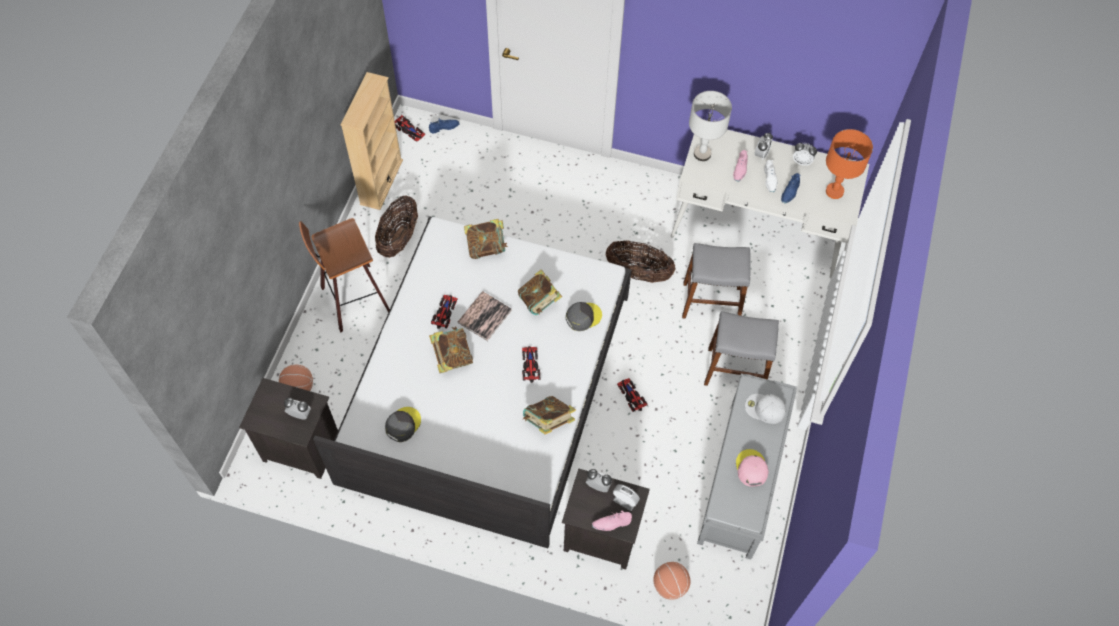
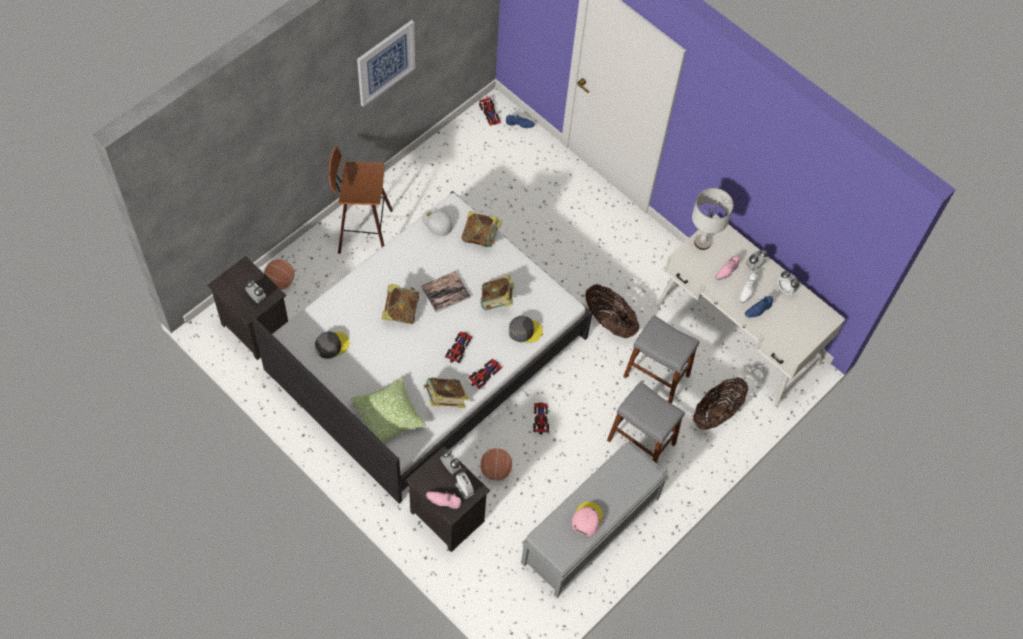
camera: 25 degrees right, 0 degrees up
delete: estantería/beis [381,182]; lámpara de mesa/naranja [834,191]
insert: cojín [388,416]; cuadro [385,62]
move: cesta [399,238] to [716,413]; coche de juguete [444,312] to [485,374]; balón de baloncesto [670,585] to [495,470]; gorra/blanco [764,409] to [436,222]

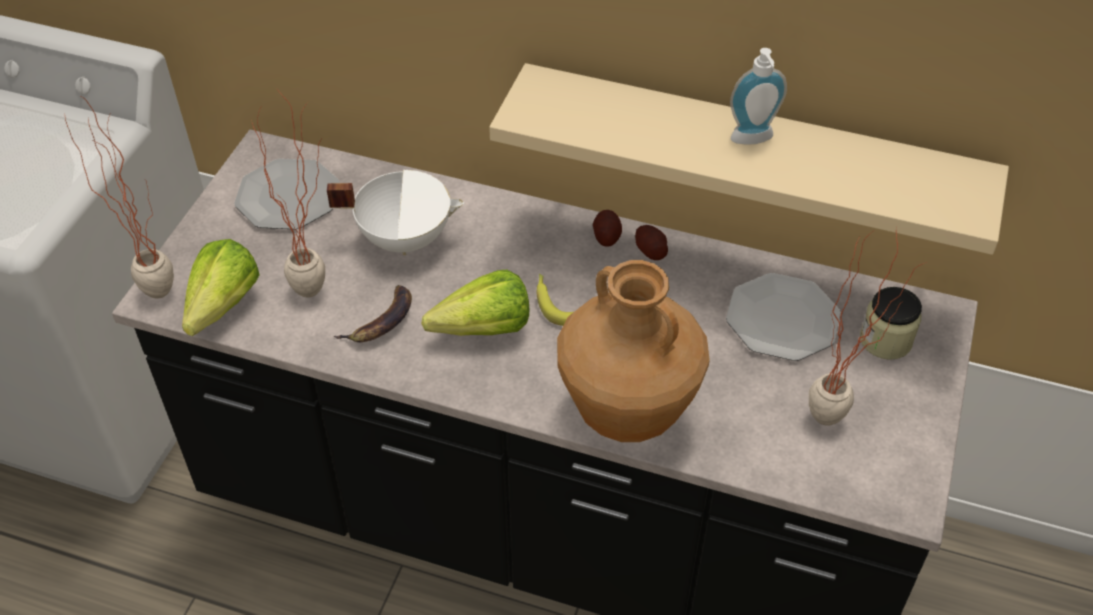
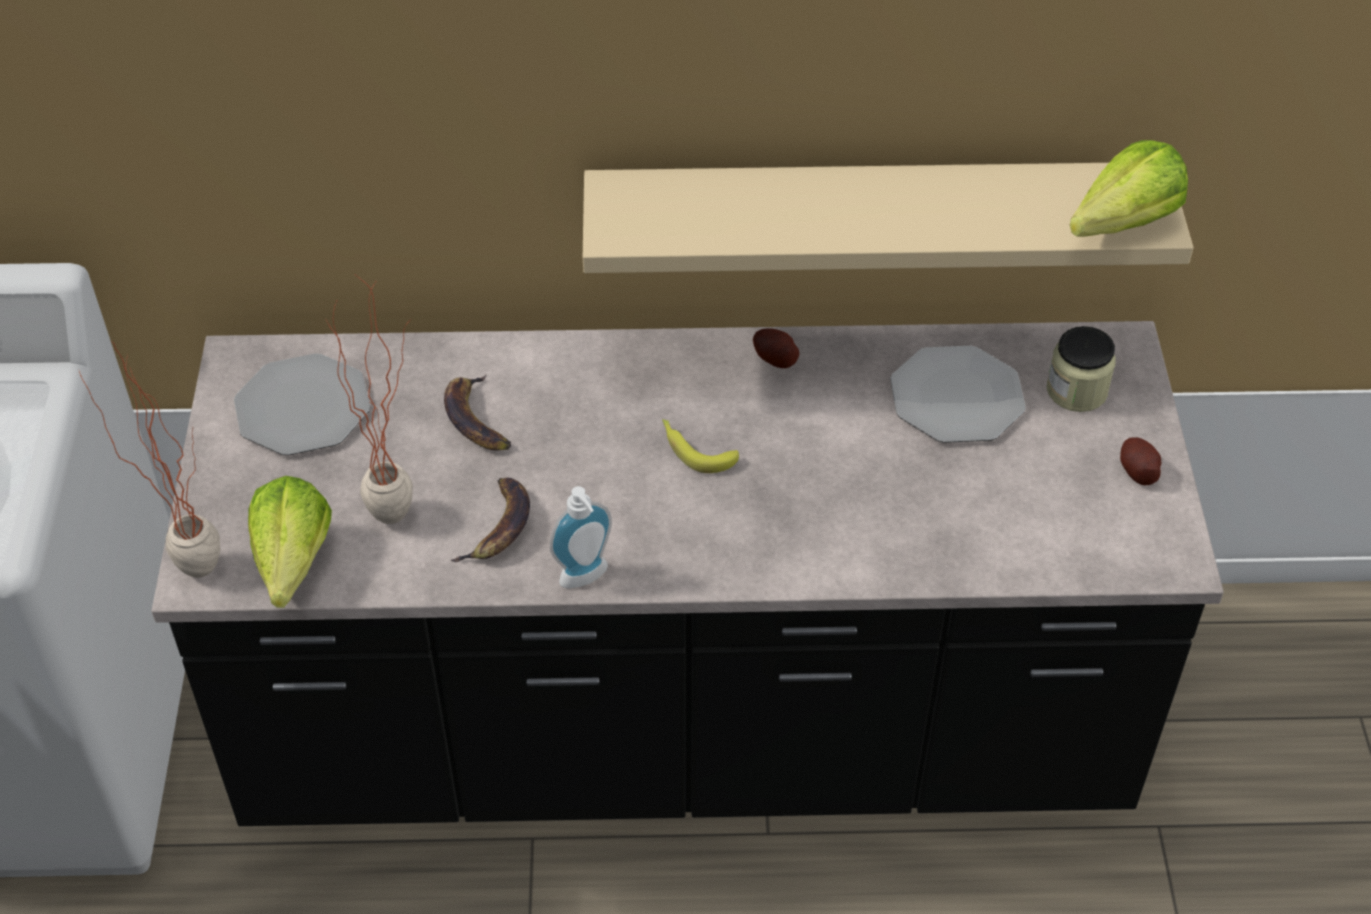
camera: 20 degrees left, 0 degrees up
delete: florero/marrón [626,413]; planta en maceta [838,423]
move: lechuga [475,330] to [1113,228]; patata [606,236] to [1137,471]; dispensador de jabón [753,141] to [586,579]
replace: olla/blanco [404,237] to plátano [476,419]

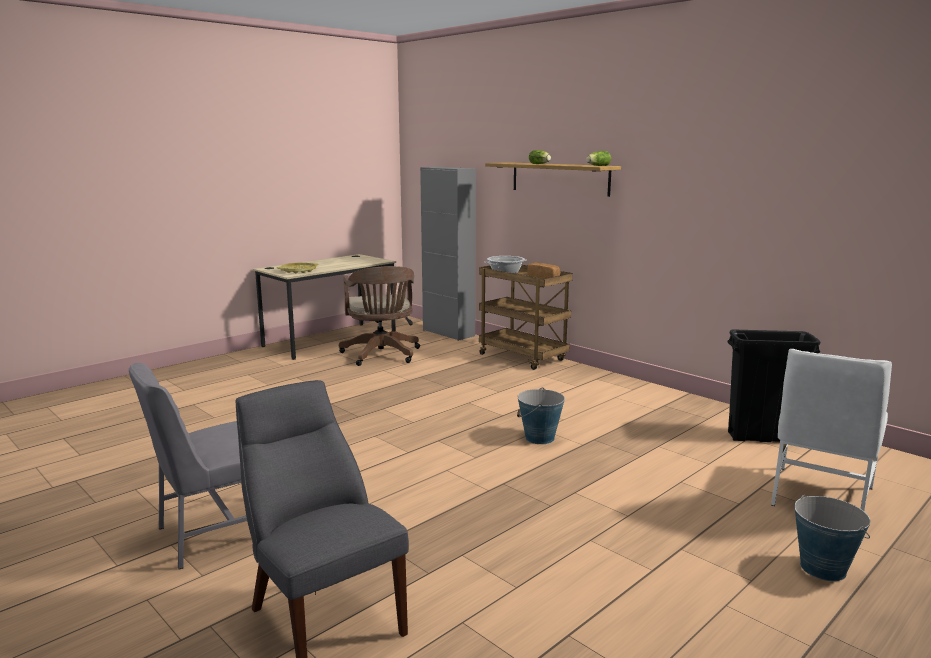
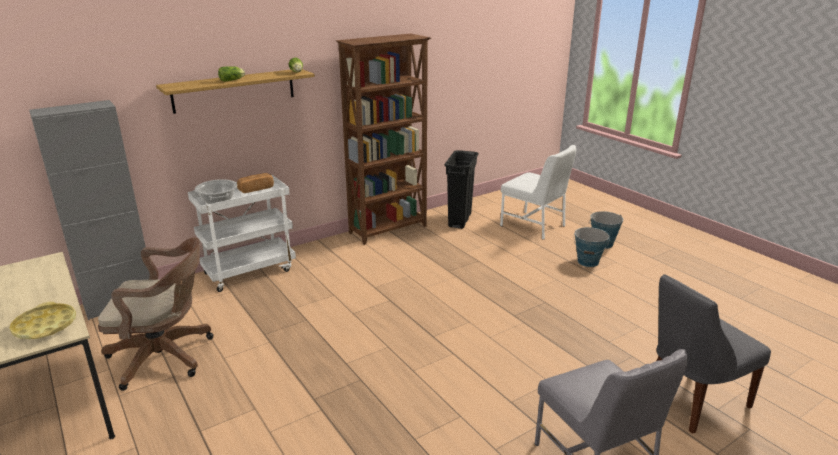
camera: 80 degrees left, 10 degrees up
insert: estantería/marrón [389,230]
move: cubo [539,438] to [588,262]
recolor: carrito/marrón [524,357] to carrito/blanco [250,271]

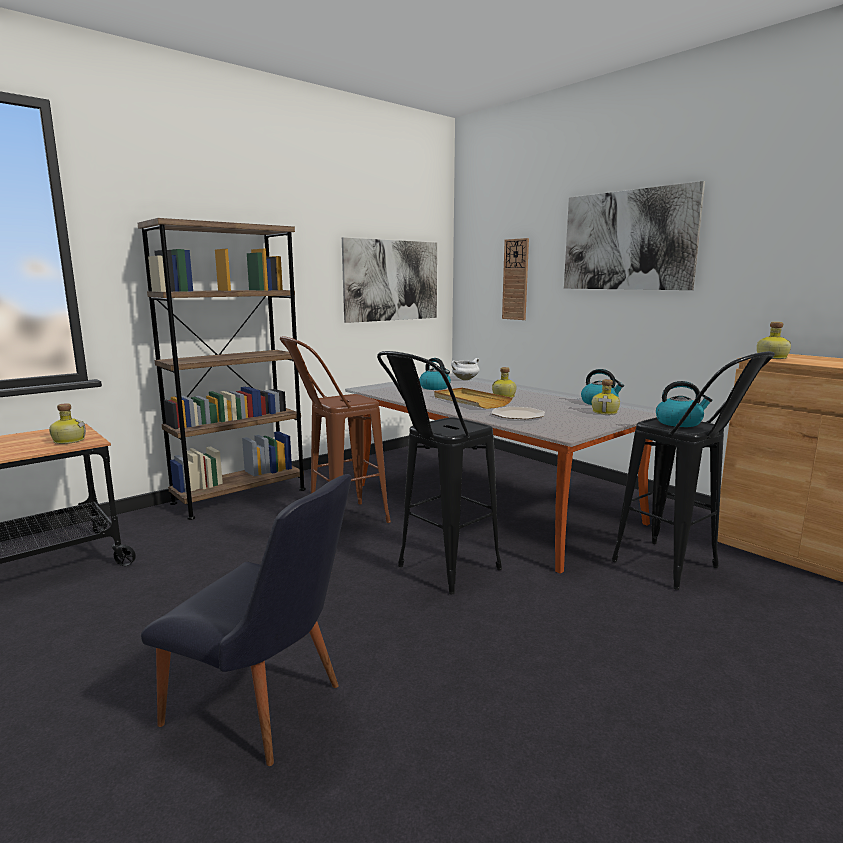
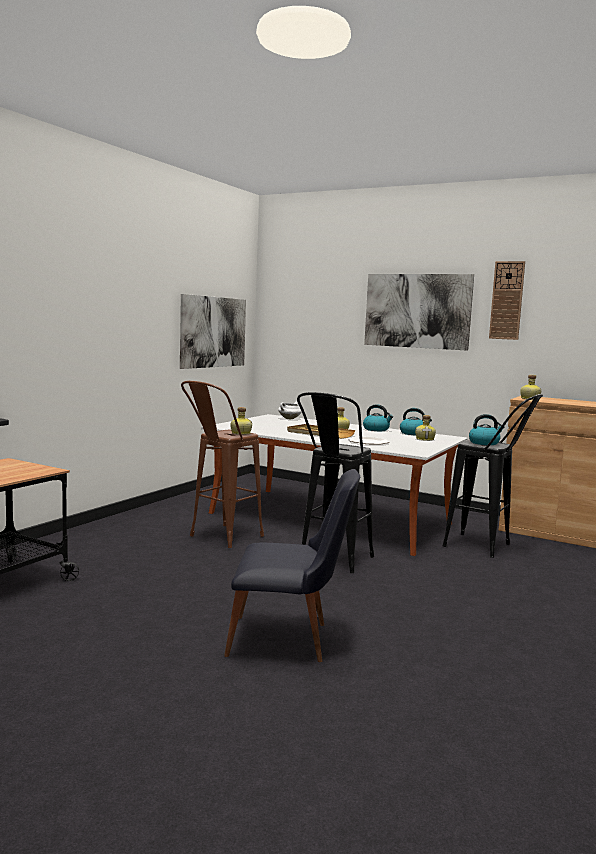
camera: 20 degrees left, 5 degrees down
delete: estantería/marrón [240,496]
move: botella [68,440] to [240,433]; hervidor [435,387] to [376,429]; reloj de pared [515,279] to [507,300]

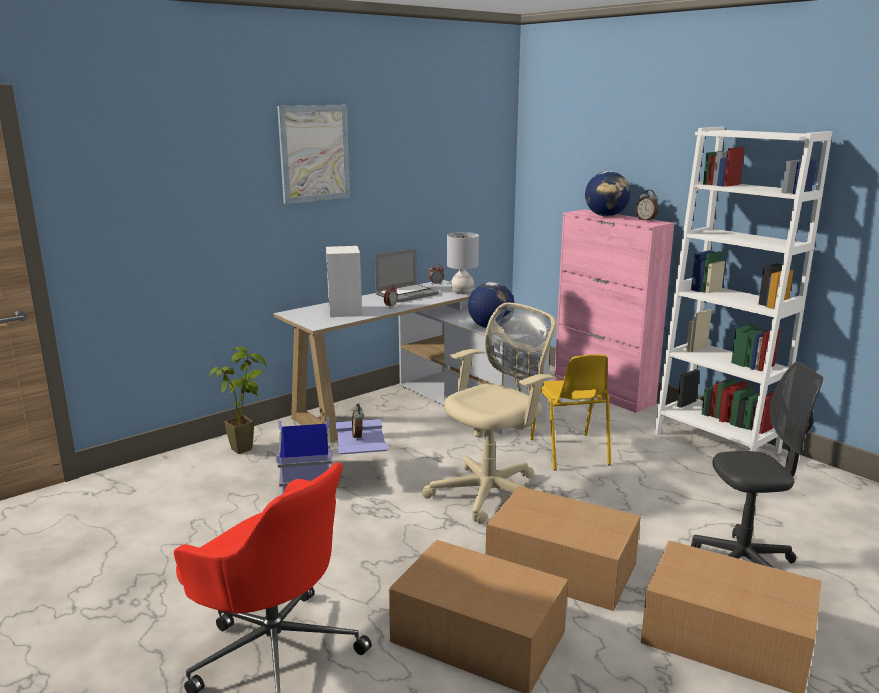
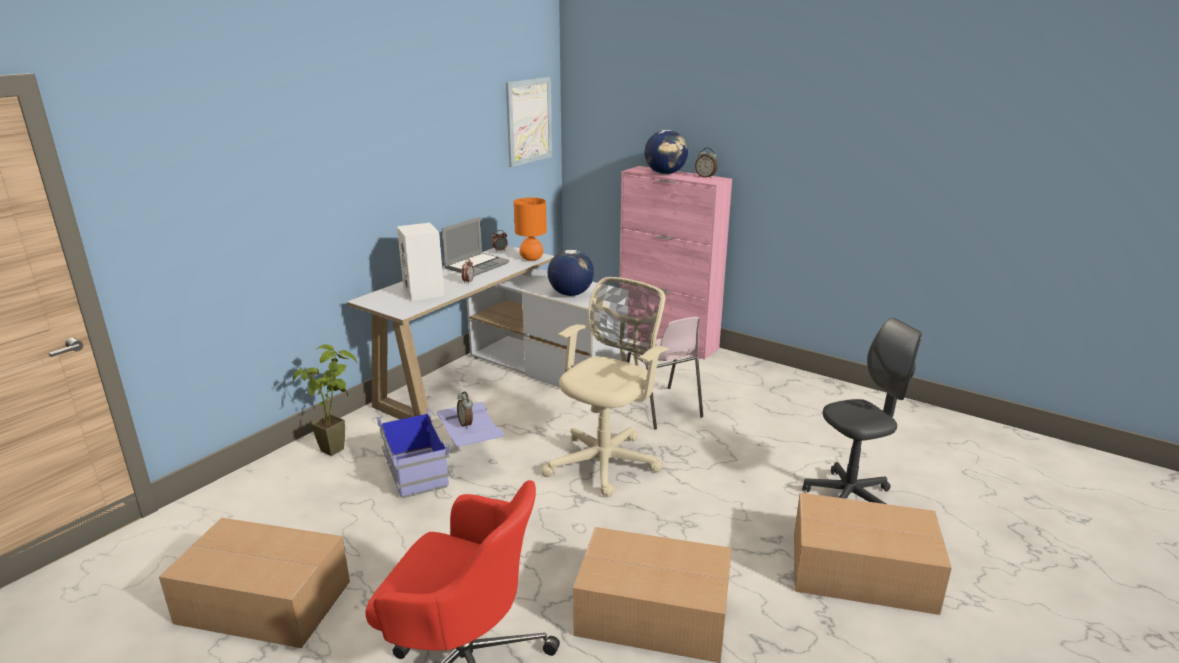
camera: 15 degrees left, 5 degrees up
delete: estantería/blanco [716,442]
move: cuadro [314,153] to [529,121]; caja de cartón [559,566] to [263,600]
recolor: lámpara de mesa/gris [462,292] to lámpara de mesa/naranja [531,258]; silla/amarillo [569,452] to silla/rosa [661,408]

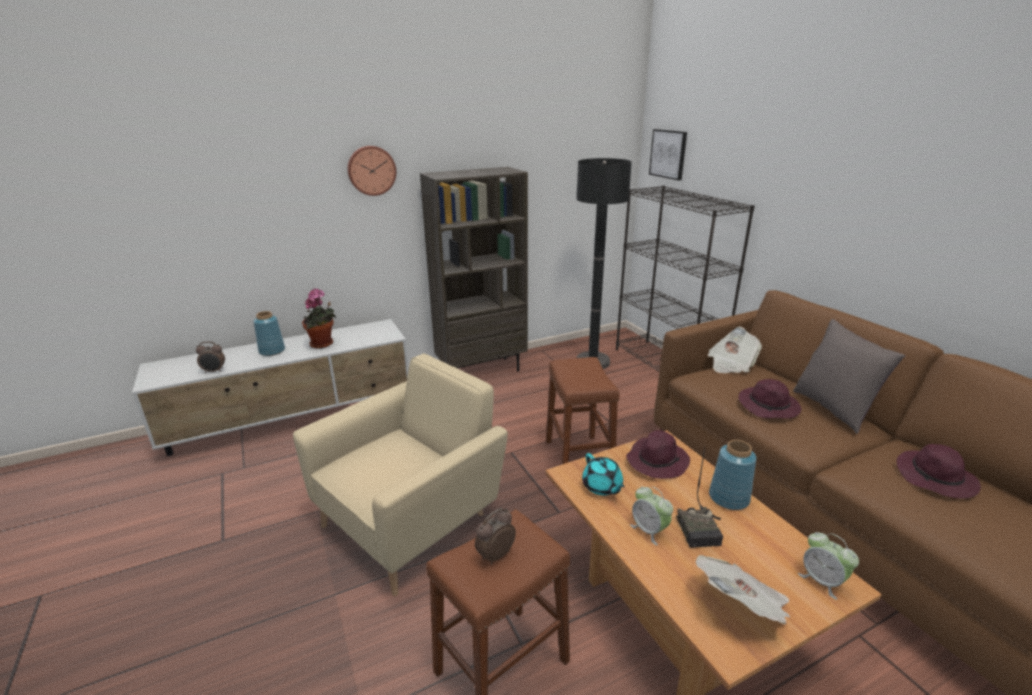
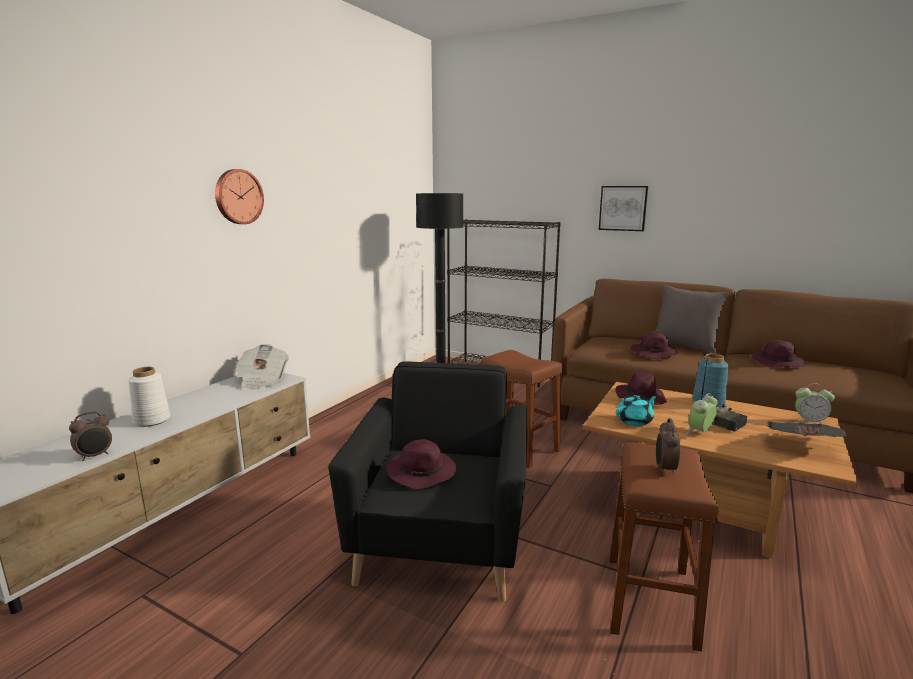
camera: 35 degrees left, 10 degrees down
delete: planta en maceta [323,344]; estantería/marrón [482,370]
insert: sombrero/morado [423,473]
move: cuadro [668,154] to [623,208]; periódico [729,363] to [262,380]
recolor: florero/azul [272,351] to florero/blanco [152,420]; sillón/beis [412,521] to sillón/negro [441,541]
rotate: tetera/turquesa [602,487] = [635,421] 60 degrees counterclockwise; despertador [649,530] = [700,432] 120 degrees clockwise

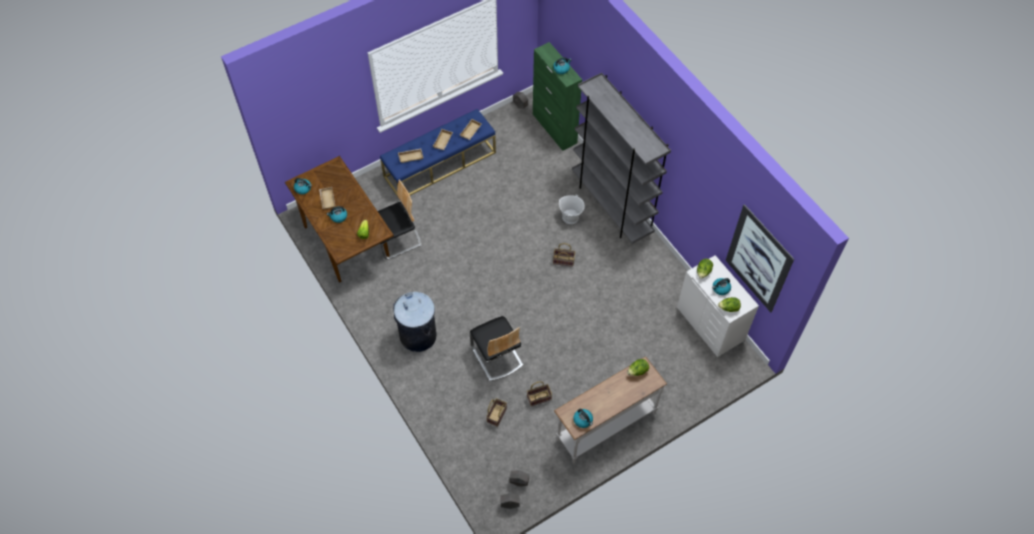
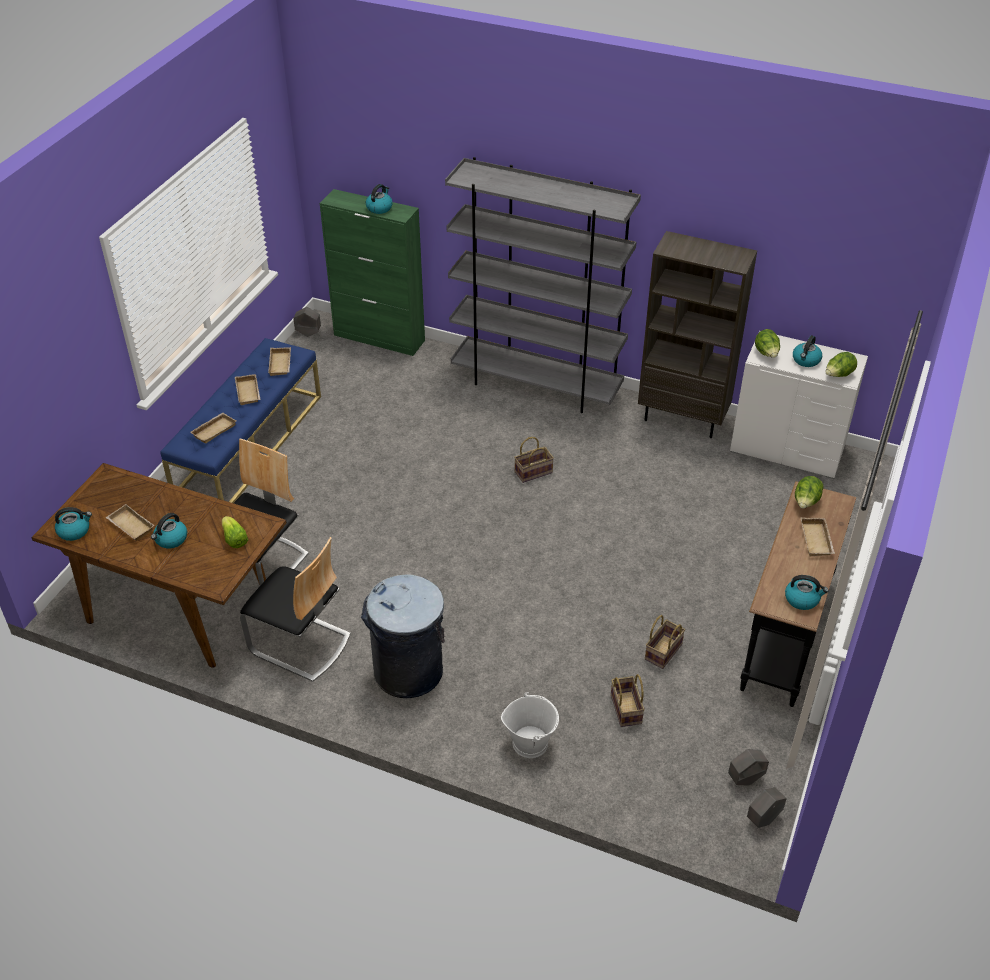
camera: 35 degrees left, 15 degrees down
delete: cuadro [758,259]
insert: estantería/marrón [683,419]; bandeja/beis [817,540]
move: silla [496,356] to [300,644]; cubo/blanco [570,217] to [530,742]
recolor: mesa consola/blanco [605,425] to mesa consola/negro [784,634]

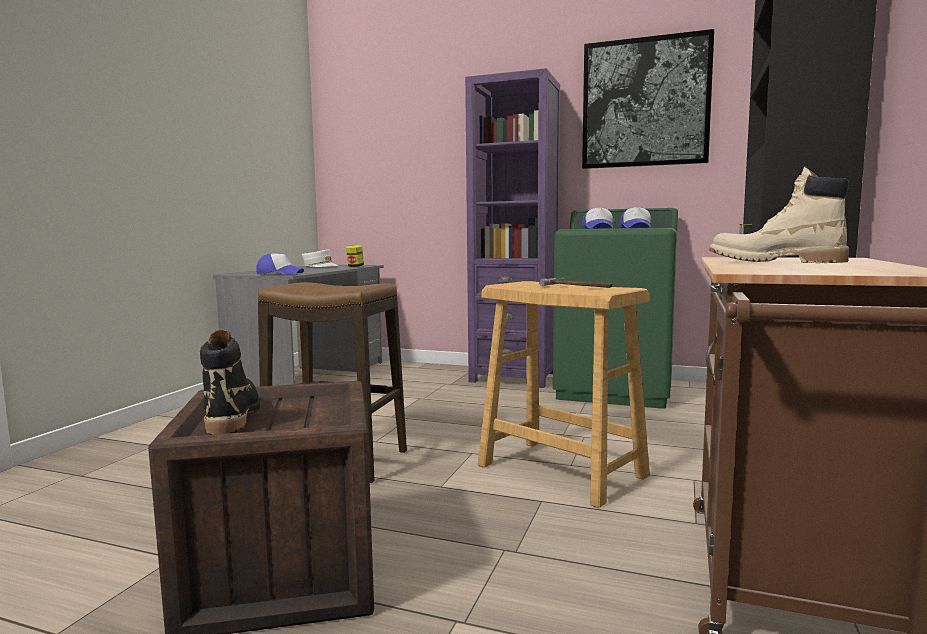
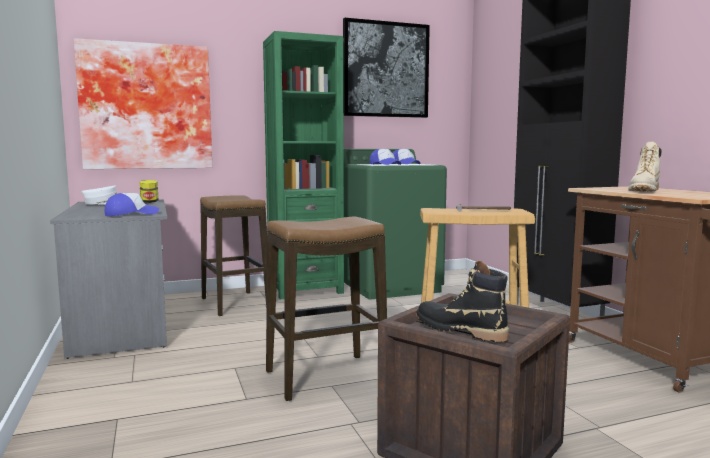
camera: 40 degrees left, 0 degrees up
insert: cuadro [146,107]; taburete [235,304]
recolor: estantería/morado [514,377] to estantería/verde [305,289]
rotate: bota/beis [774,262] = [644,191] 45 degrees counterclockwise

